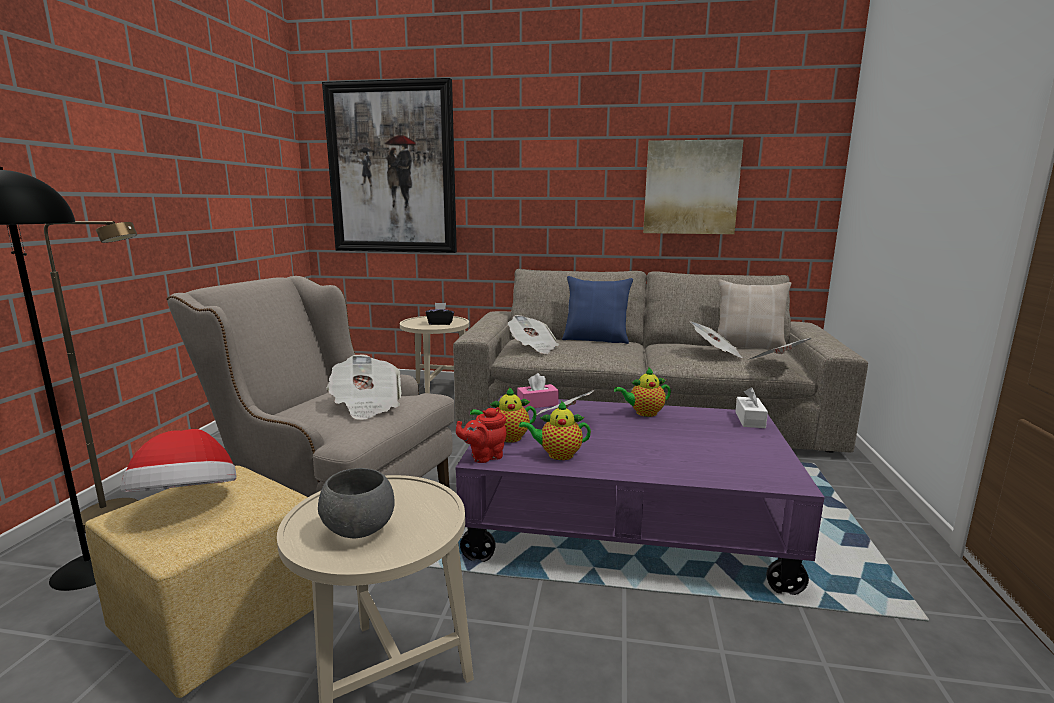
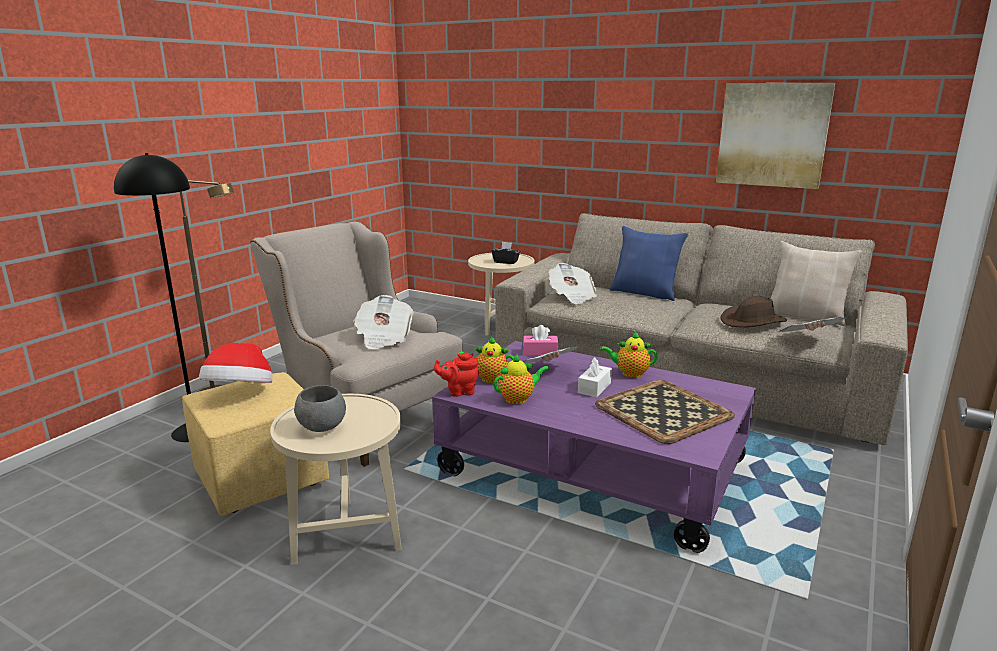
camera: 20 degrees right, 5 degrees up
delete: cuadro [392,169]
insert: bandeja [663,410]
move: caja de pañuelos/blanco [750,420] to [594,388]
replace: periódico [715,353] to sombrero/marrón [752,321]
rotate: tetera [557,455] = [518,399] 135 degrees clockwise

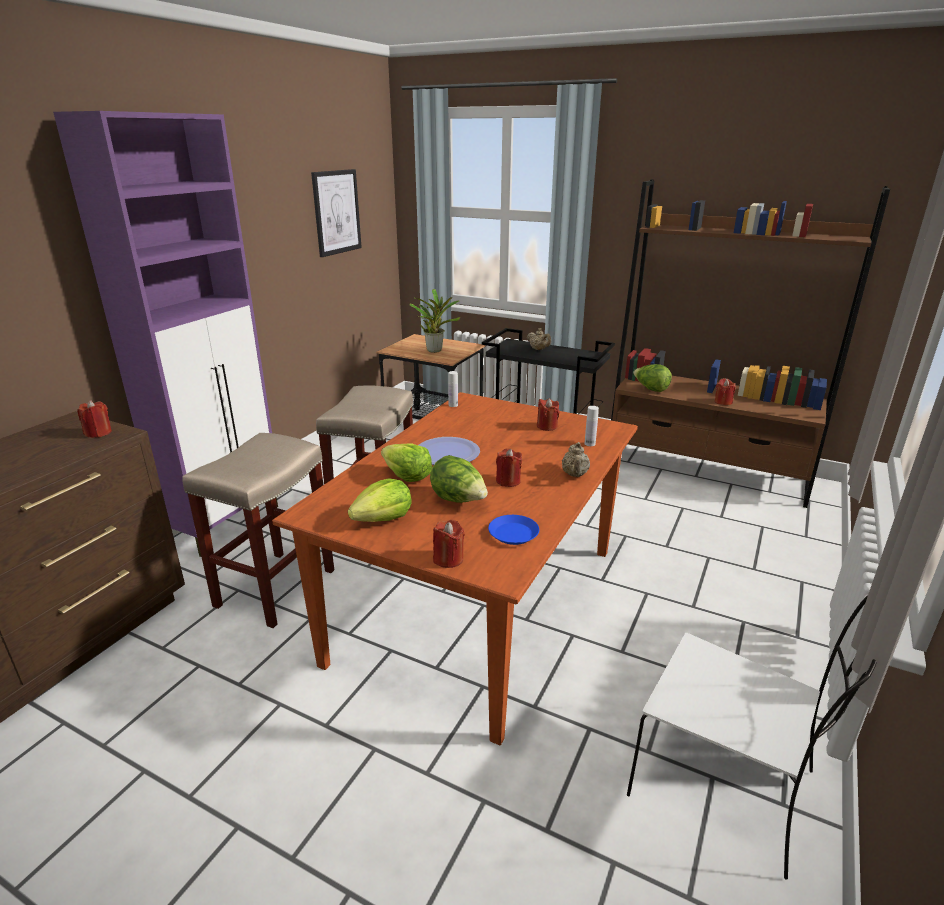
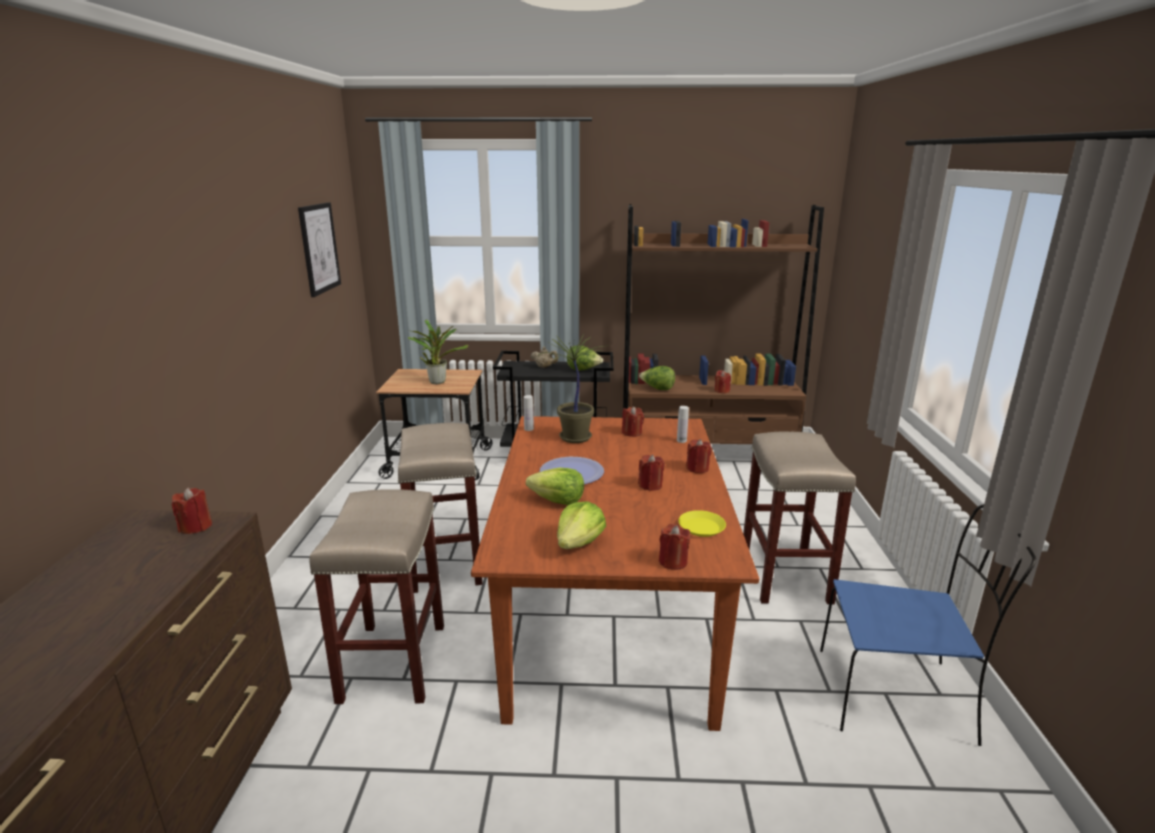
camera: 25 degrees left, 5 degrees down
delete: armario/morado [228,524]
insert: planta en maceta [574,438]; taburete/beis [786,576]
move: lechuga [459,500] to [583,370]
replace: tetera/beis [575,475] to vela/rojo [697,468]
recolor: plato/azul [513,533] to plato/amarillo [701,527]; silla/blanco [726,785] to silla/azul [898,695]

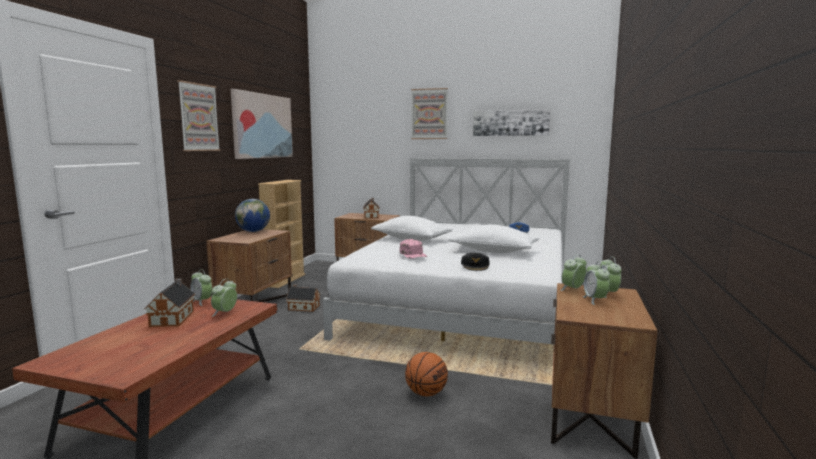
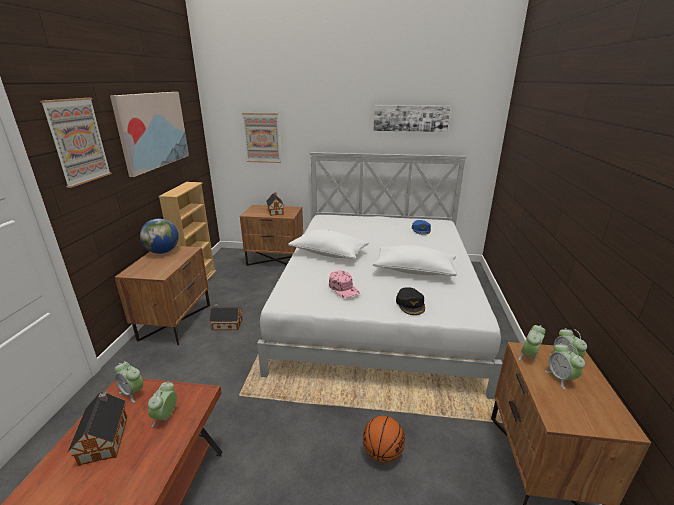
camera: 10 degrees left, 15 degrees up
move: cuadro [429,114] to [262,138]

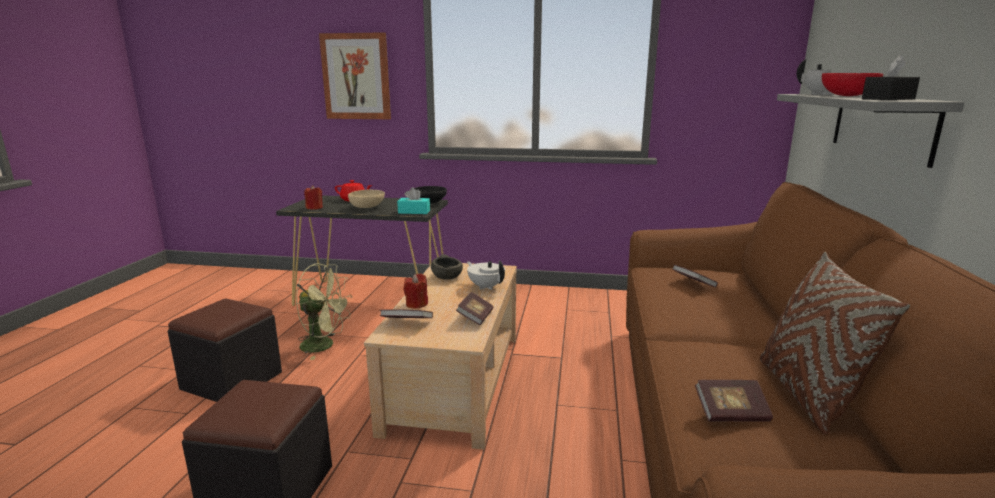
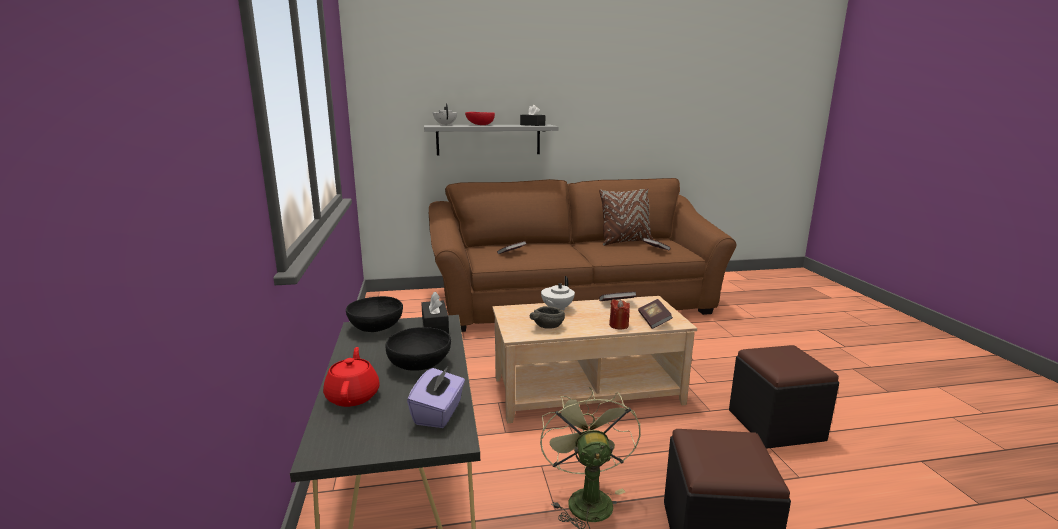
camera: 110 degrees left, 0 degrees up
delete: cuadro [356,77]
replace: vela/rojo [314,208] to caja de pañuelos/morado [439,413]
recolor: cuenco/beis [367,207] to cuenco/negro [420,364]; caja de pañuelos/turquesa [414,212] to caja de pañuelos/negro [435,326]

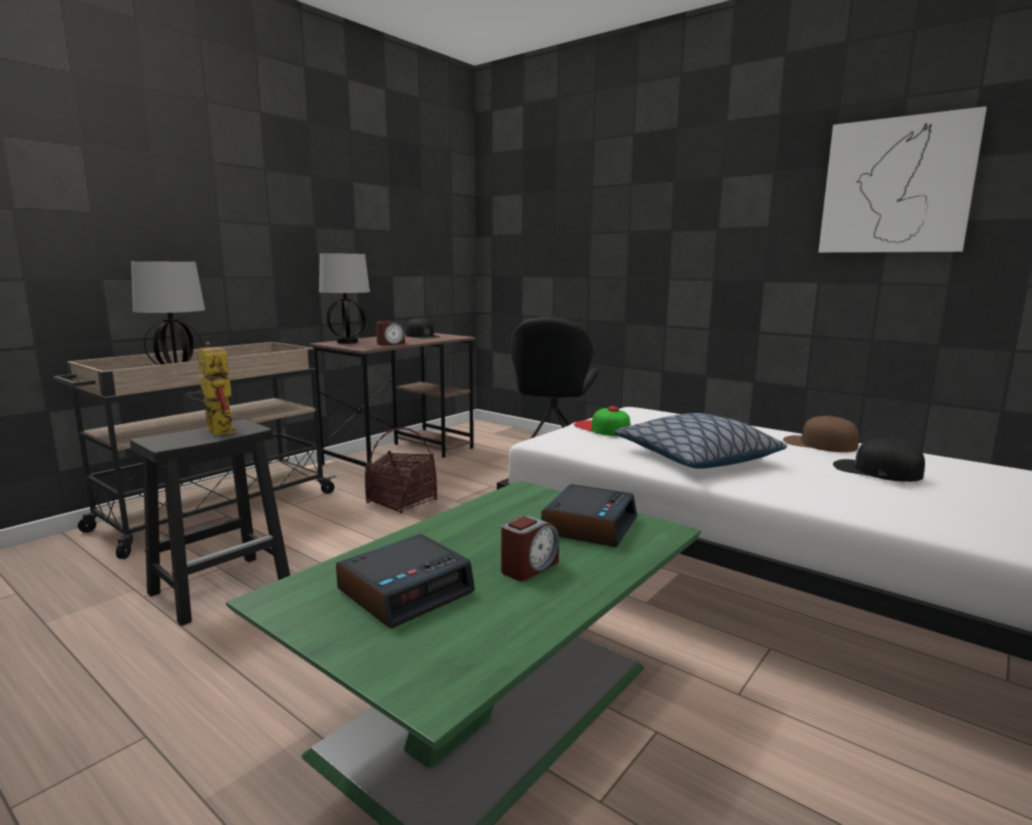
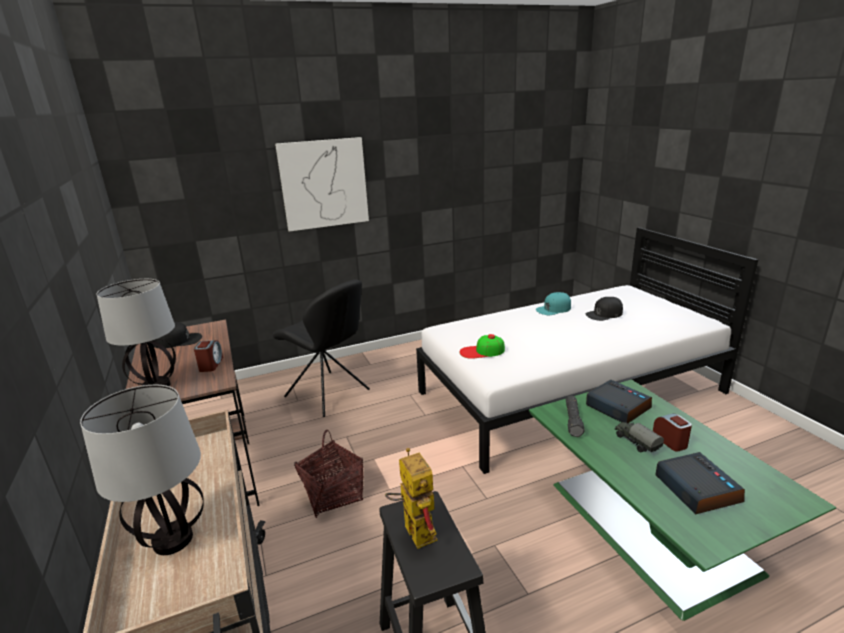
camera: 60 degrees left, 10 degrees up
delete: cojín [694,458]
insert: linterna/negro [573,421]; camión de juguete [636,443]
move: cuadro [896,186] to [324,184]
recolor: gorra/marrón [819,444] to gorra/turquesa [553,309]
rotate: robot de juguete [215,429] = [413,529] 75 degrees clockwise

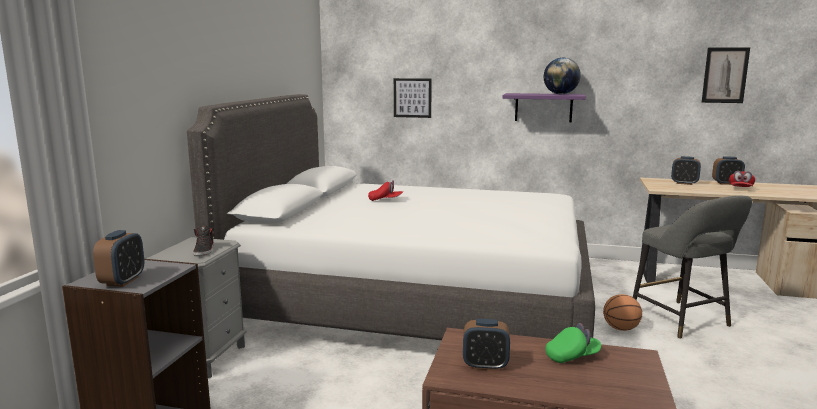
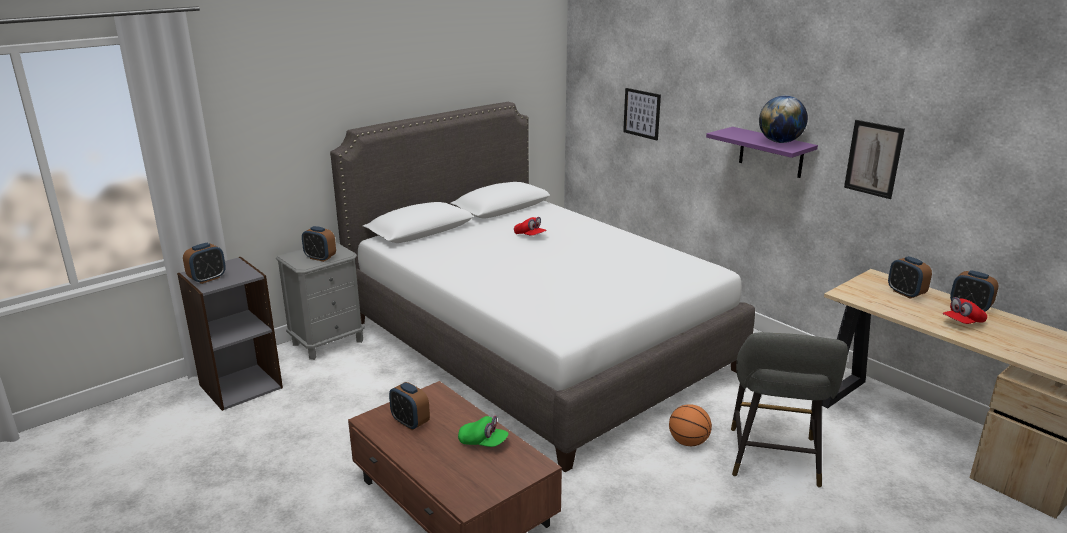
camera: 35 degrees right, 10 degrees up
move: cuadro [725,75] to [873,159]
replace: zapato/negro [204,250] to despertador [320,258]

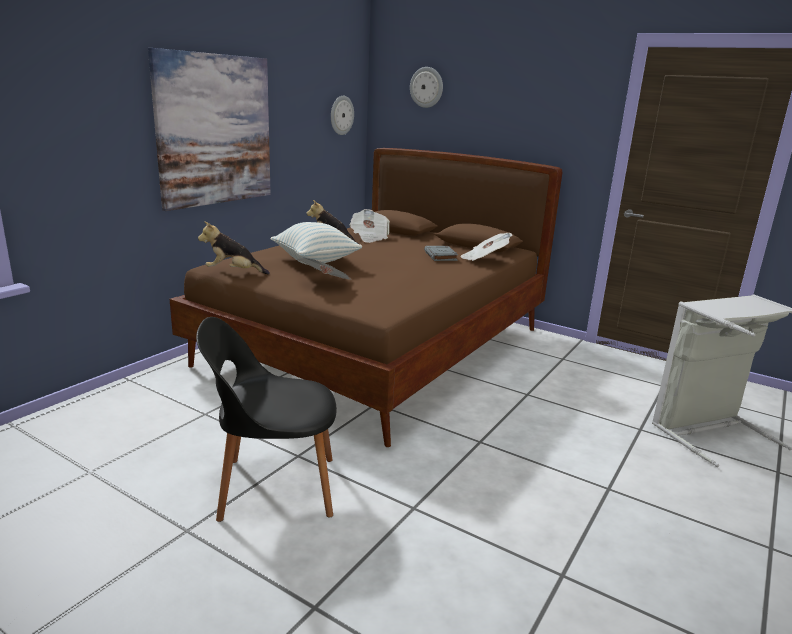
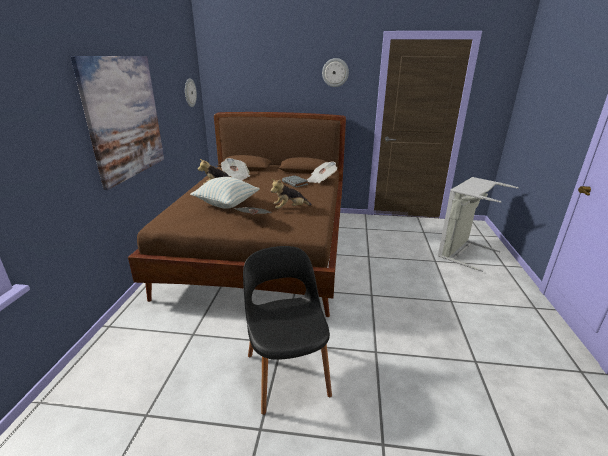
camera: 25 degrees left, 5 degrees up
move: peluche [233,272] to [290,209]; reloj de pared [426,87] to [335,72]
rotate: silla/negro [274,487] = [287,372] 105 degrees clockwise

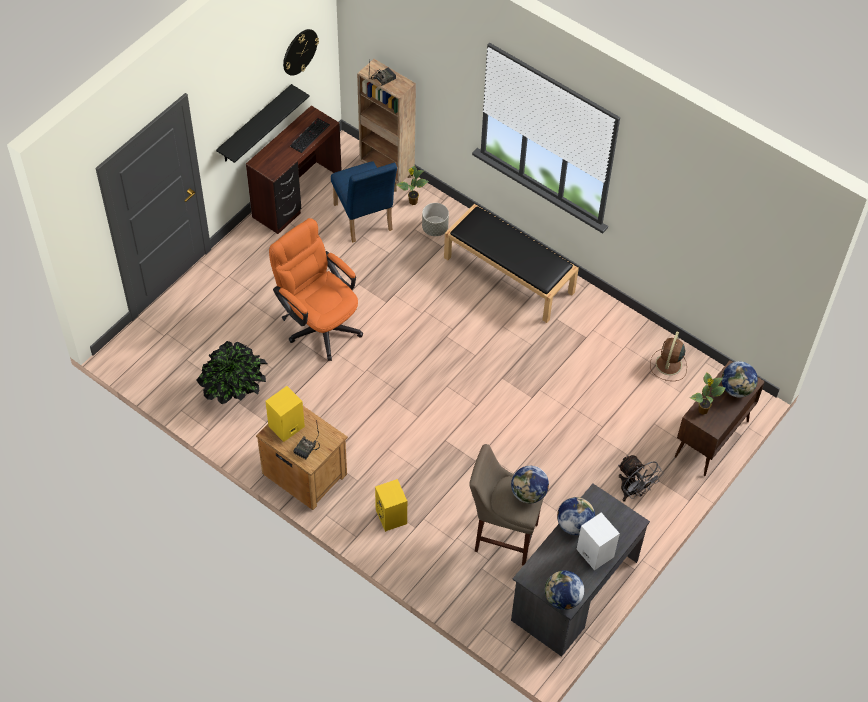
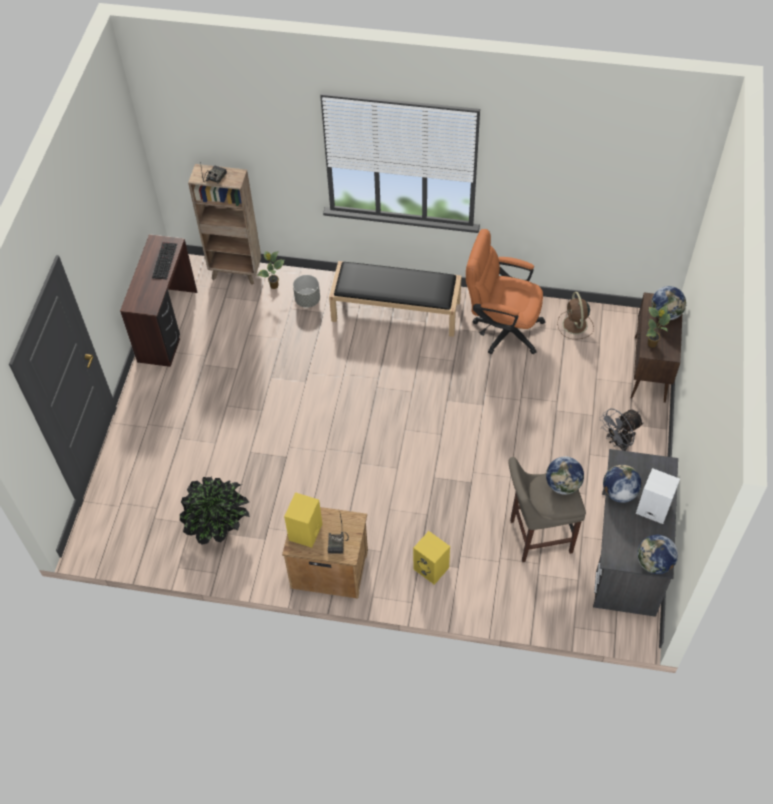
camera: 25 degrees left, 0 degrees up
delete: estante/negro [255,125]; reloj de pared [299,51]; silla/azul [364,221]
move: silla de oficina/naranja [319,324] to [501,328]
rotate: ventilador/gris [633,492] = [618,444] 120 degrees clockwise

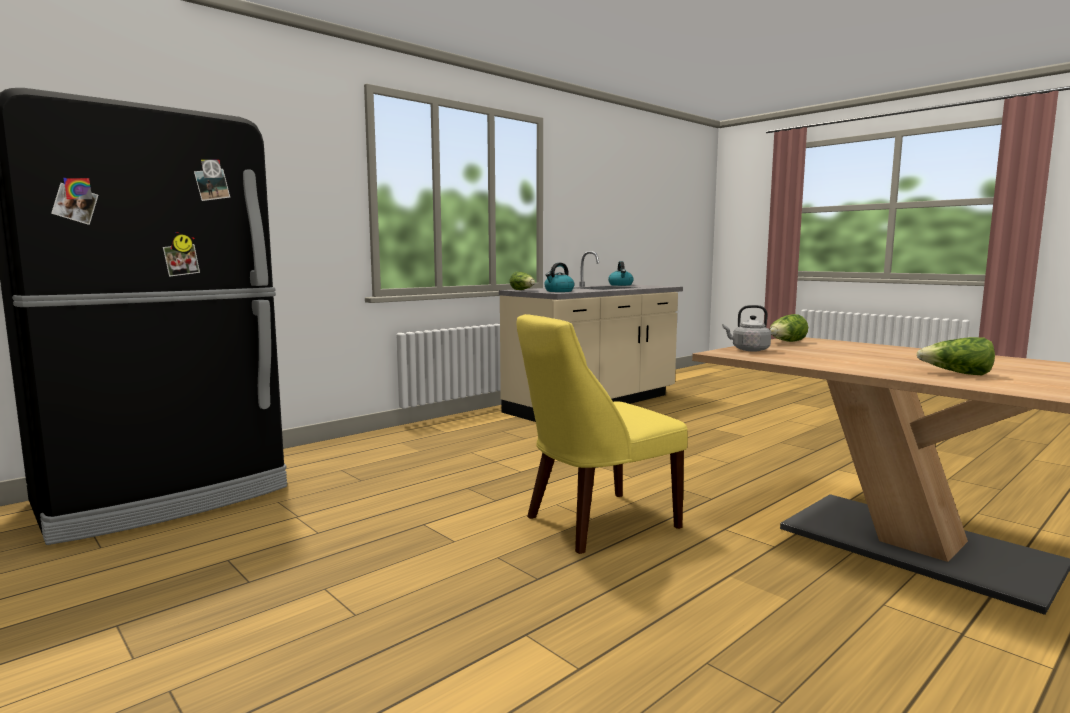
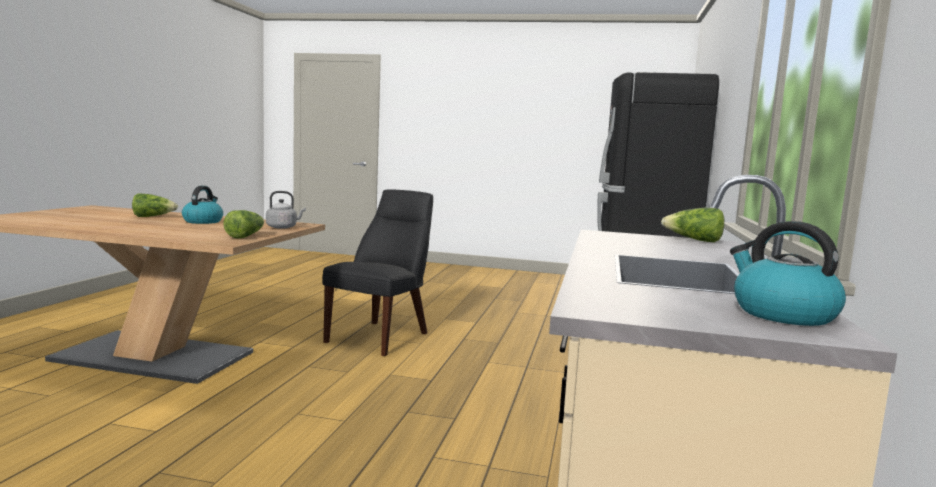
camera: 145 degrees right, 0 degrees up
move: hervidor [559,291] to [203,221]
recolor: silla/amarillo [595,523] to silla/negro [381,336]

